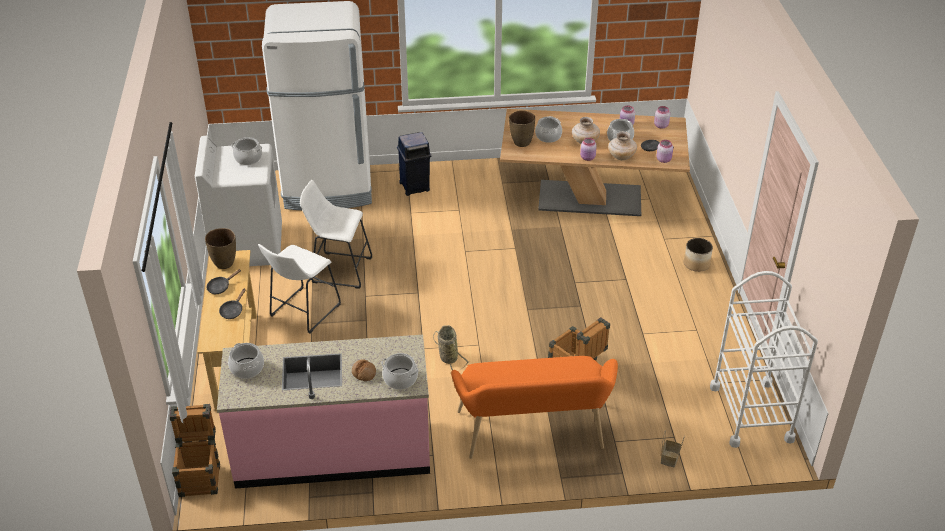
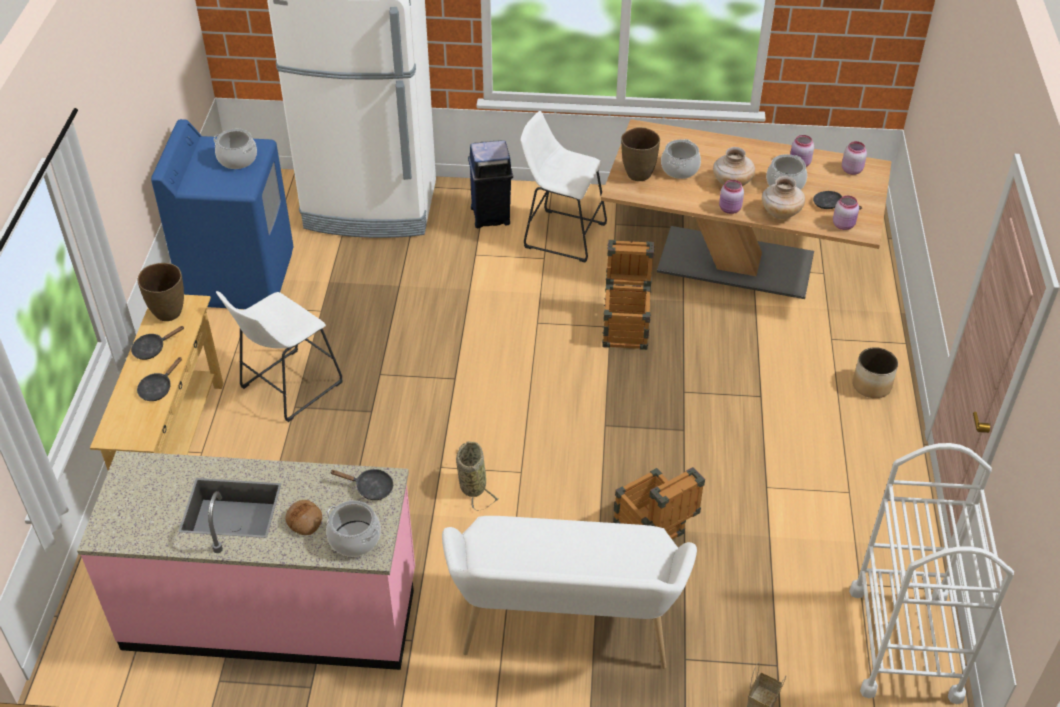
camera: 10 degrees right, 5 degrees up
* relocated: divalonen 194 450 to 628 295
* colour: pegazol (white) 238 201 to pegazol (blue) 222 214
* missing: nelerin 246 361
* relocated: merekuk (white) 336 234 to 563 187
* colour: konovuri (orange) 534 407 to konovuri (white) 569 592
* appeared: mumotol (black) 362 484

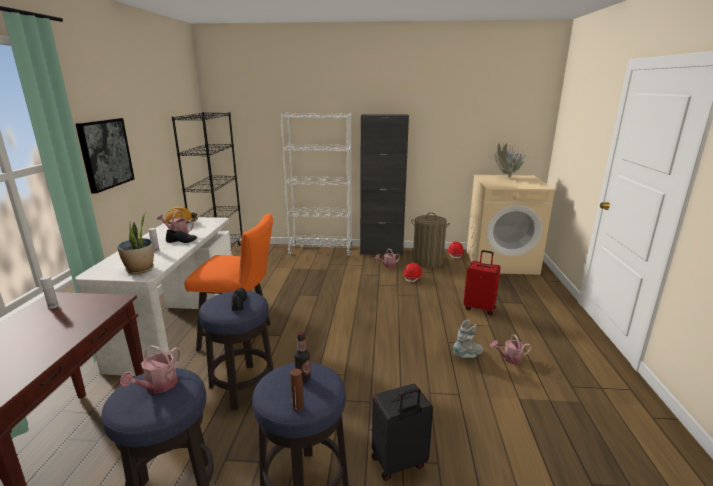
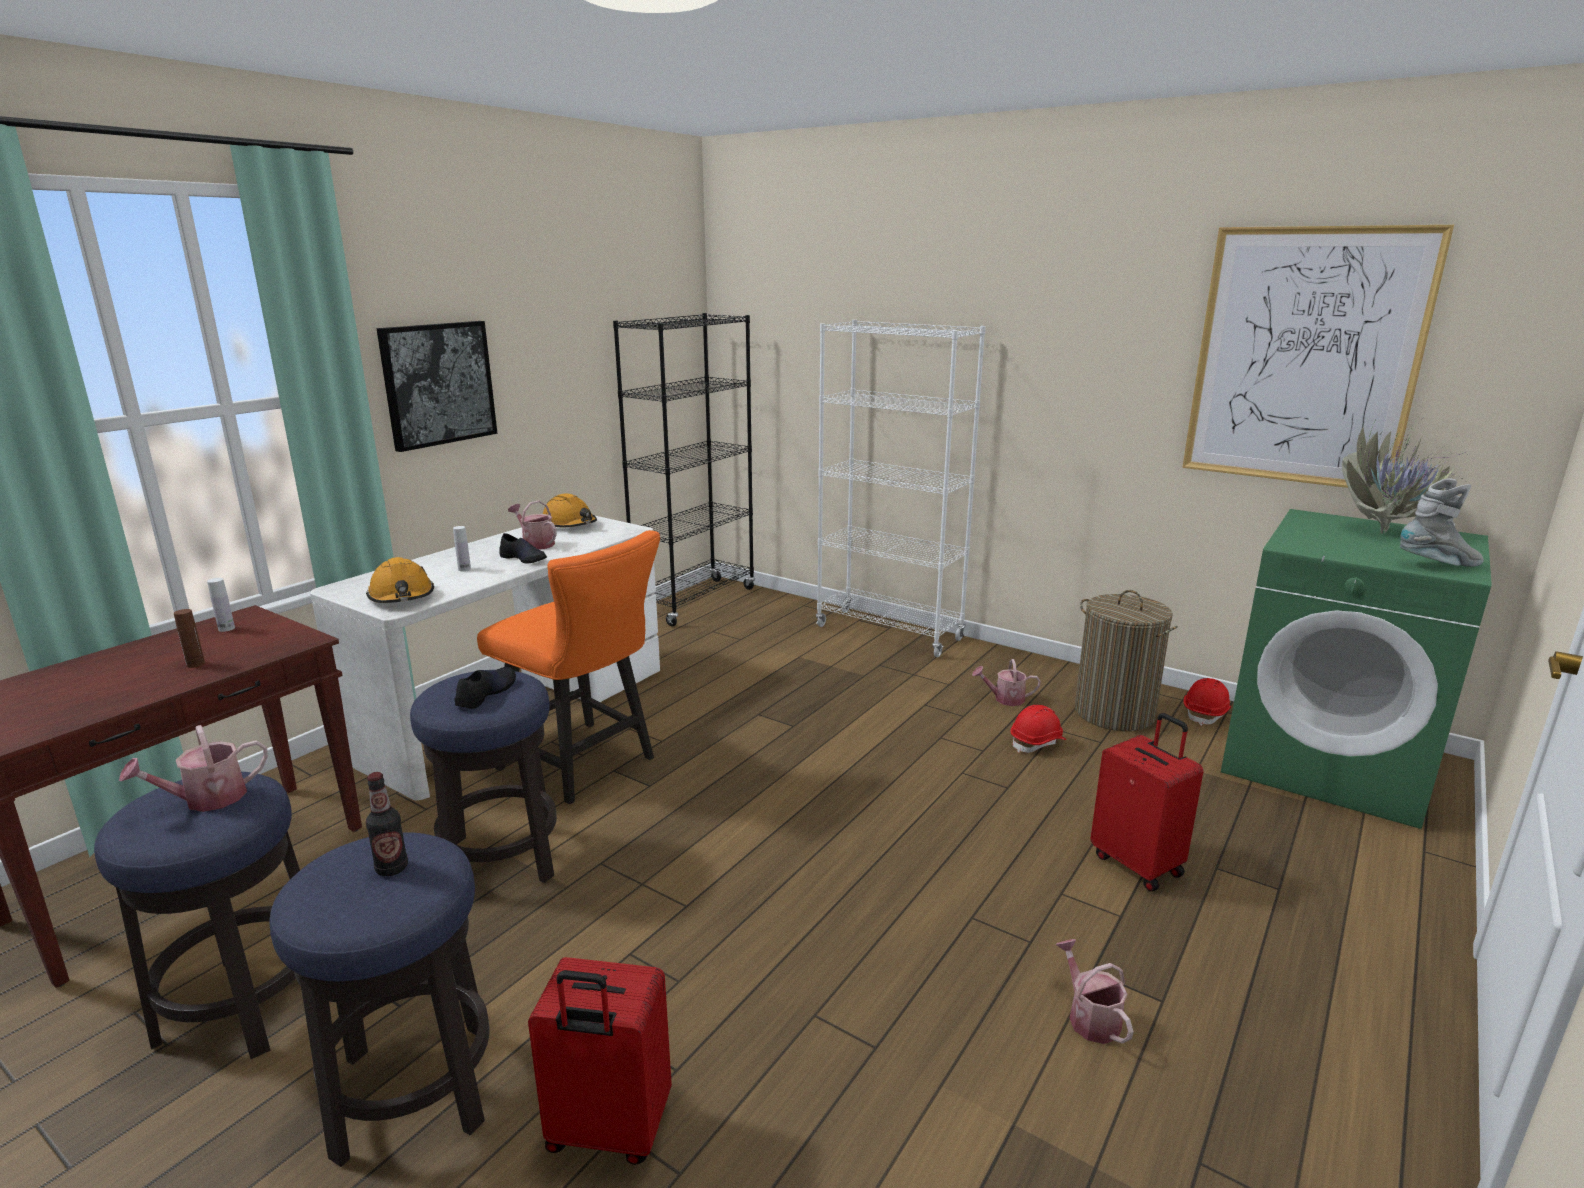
camera: 30 degrees right, 0 degrees up
* exchanged: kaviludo 135 243 to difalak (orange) 400 580
* relocated: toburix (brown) 297 390 to 189 638
* missing: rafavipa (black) 384 185
* colour: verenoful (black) 402 432 to verenoful (red) 600 1061
* relocated: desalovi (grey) 468 338 to 1442 523
* colour: pegazol (beige) 511 225 to pegazol (green) 1356 669
* spun: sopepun 511 349 = 1094 991 45 degrees clockwise
* appeared: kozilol 1318 356

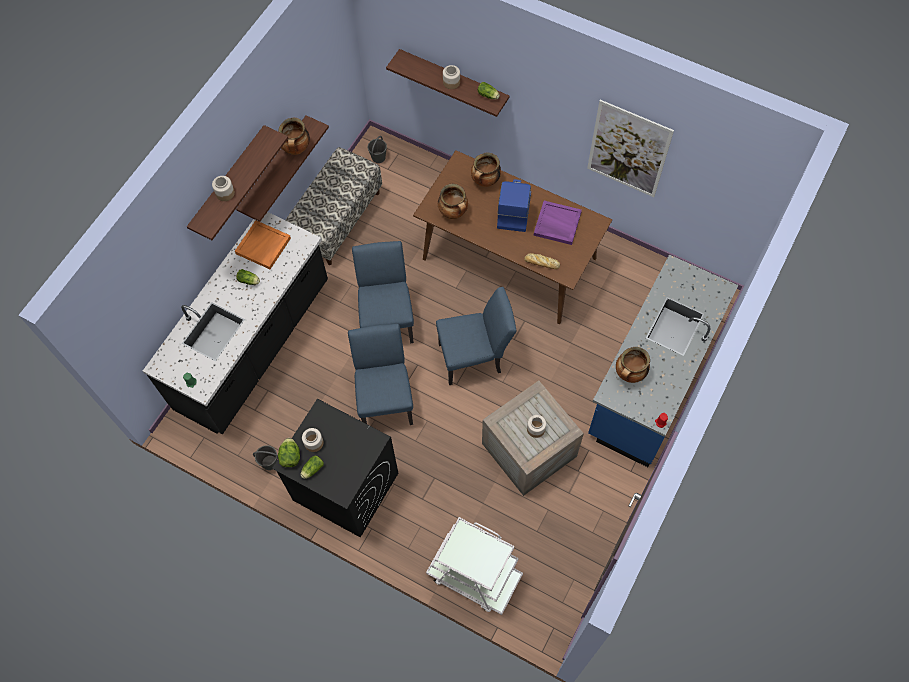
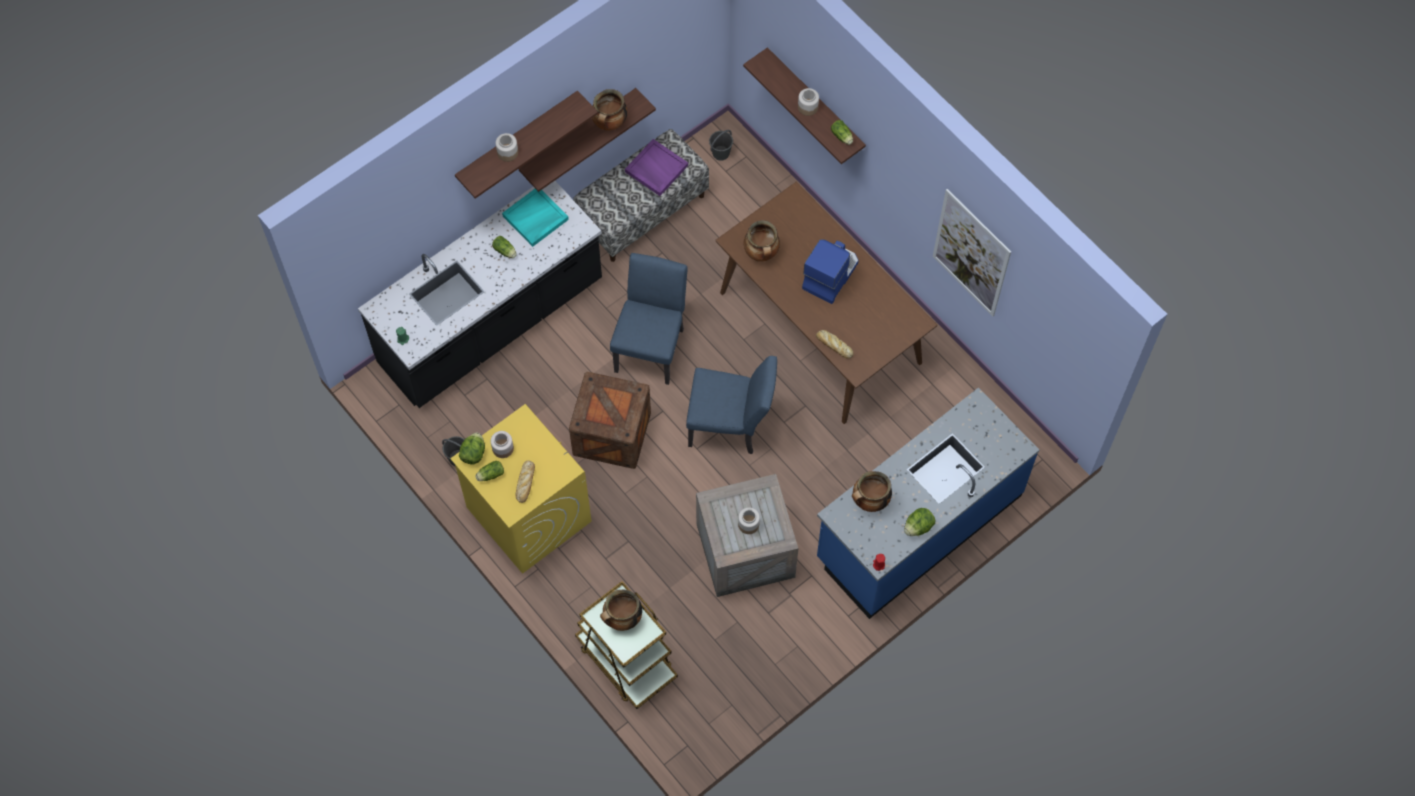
camera: 20 degrees right, 0 degrees up
* colour: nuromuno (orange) 263 244 to nuromuno (turquoise) 535 218
* colour: pegazol (black) 335 468 to pegazol (yellow) 520 489
* exchanged: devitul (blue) 380 374 to divalonen 610 420
* colour: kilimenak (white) 474 566 to kilimenak (brown) 626 645
* relocated: nelerin 486 169 to 621 610
* relocated: nuromuno (purple) 558 223 to 656 167
* appeared: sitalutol 525 481
* appeared: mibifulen 919 522

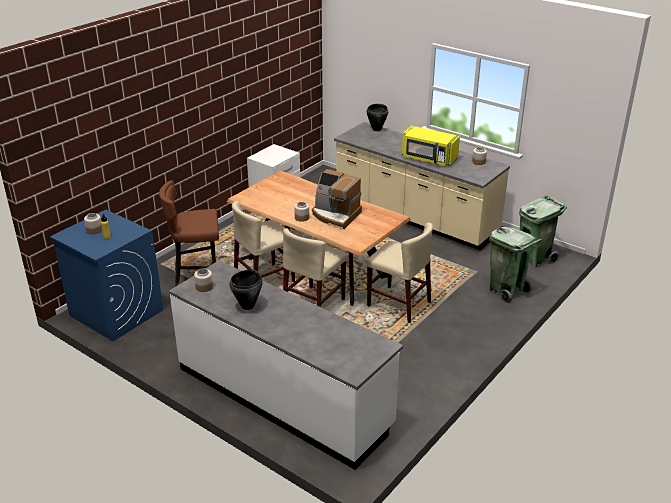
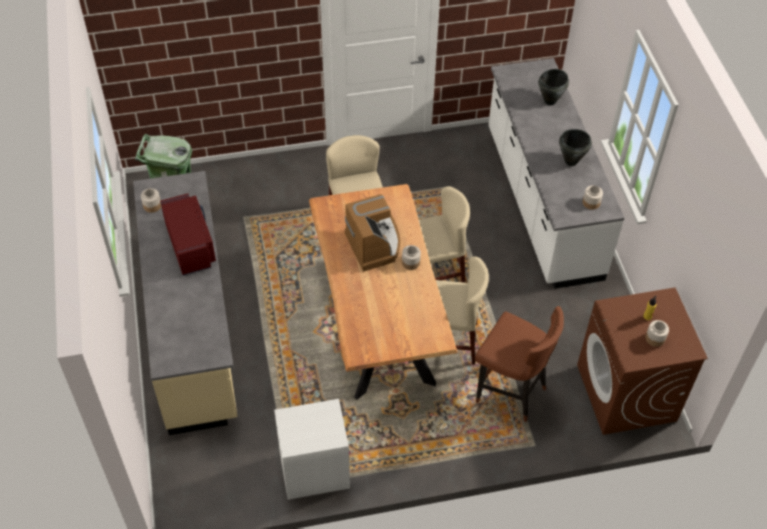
camera: 140 degrees left, 20 degrees up
* colour: pegazol (blue) 106 275 to pegazol (brown) 642 361
* relocated: nelerin (black) 377 117 to 553 87
* colour: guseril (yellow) 431 146 to guseril (red) 188 235
* missing: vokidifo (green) 515 265

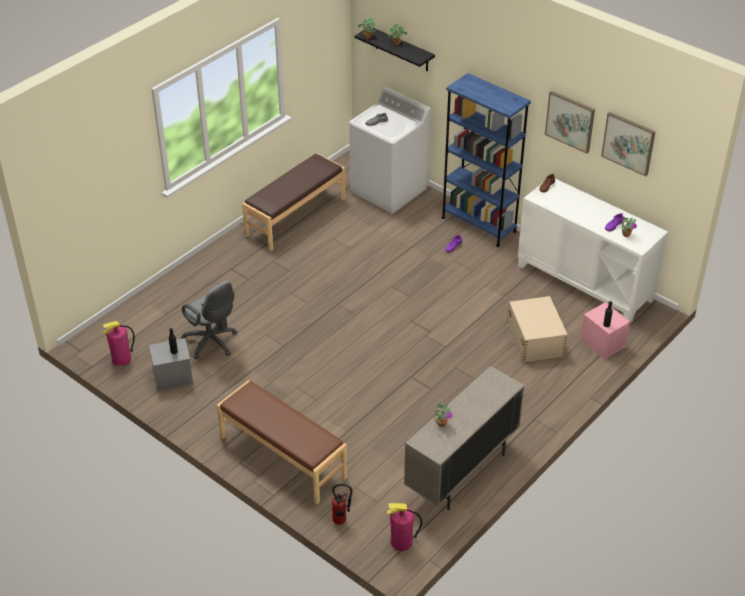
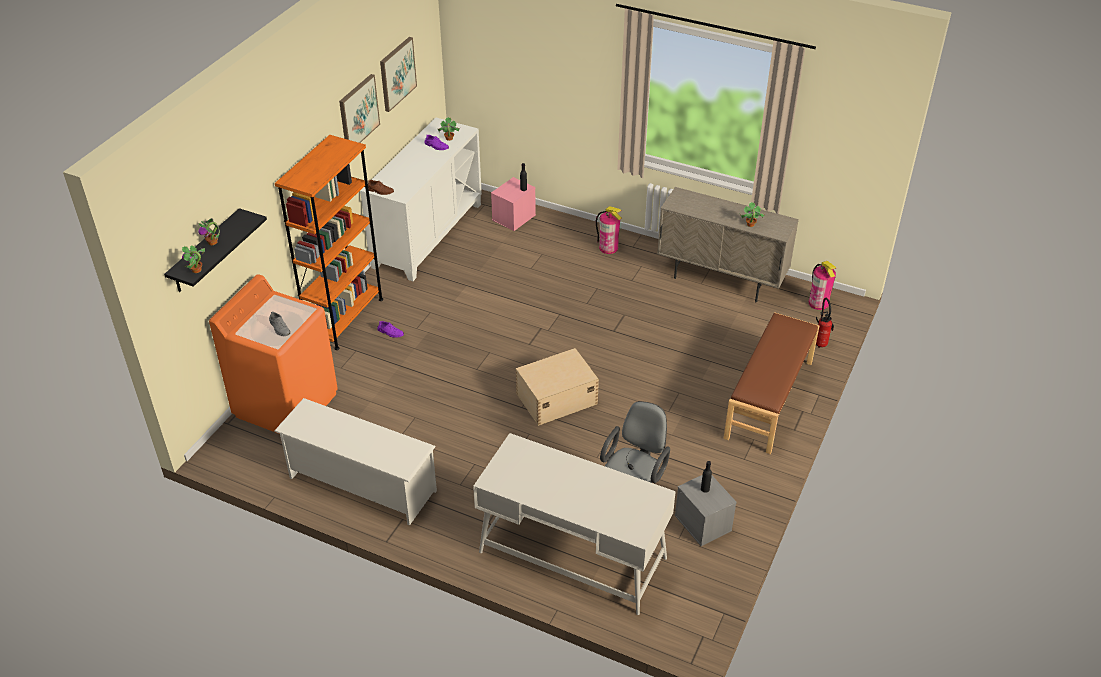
camera: 105 degrees left, 0 degrees up
* relocated: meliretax 119 343 to 609 230
* exchanged: konovuri (brown) 293 202 to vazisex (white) 355 461
* colour: pegazol (white) 390 150 to pegazol (orange) 273 354
* colour: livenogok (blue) 486 160 to livenogok (orange) 329 242
* relocated: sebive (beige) 537 329 to 557 387
* appeared: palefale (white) 574 524

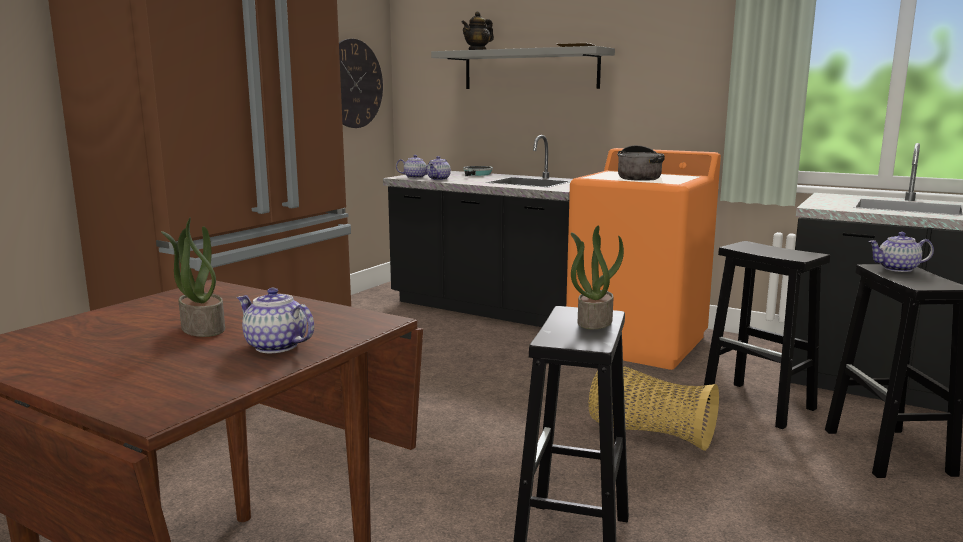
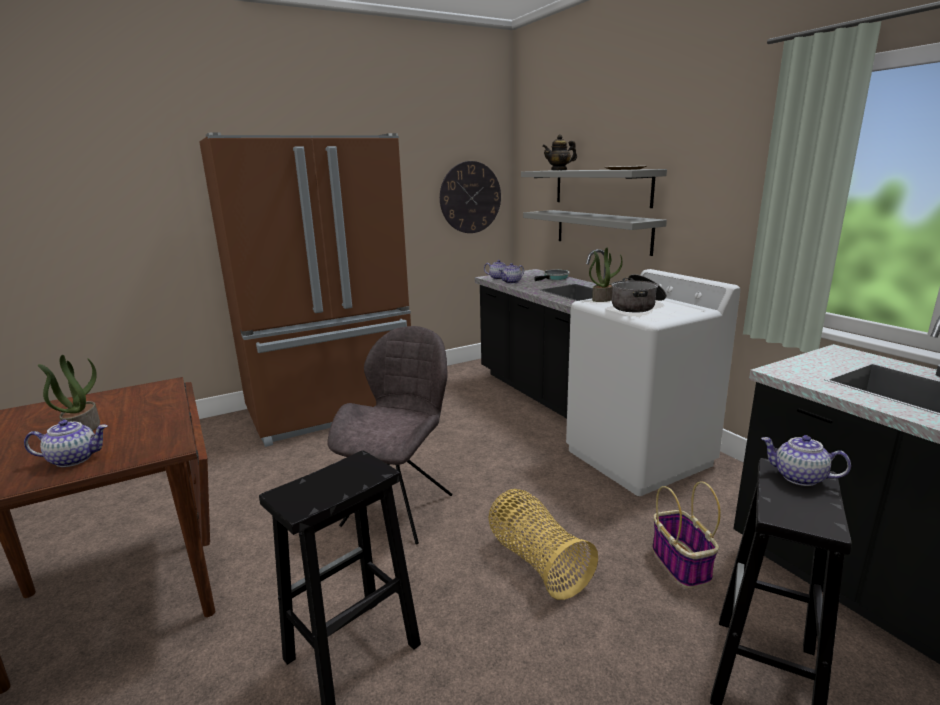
camera: 30 degrees right, 5 degrees up
* spun: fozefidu 275 320 = 65 443 105 degrees clockwise
* colour: pegazol (orange) 643 259 to pegazol (white) 653 382
* relocated: kaviludo 597 277 to 606 275
* exchanged: merekuk (black) 766 335 to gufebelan 686 534
* appeared: devitul (grey) 389 435
* appeared: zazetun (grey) 595 233

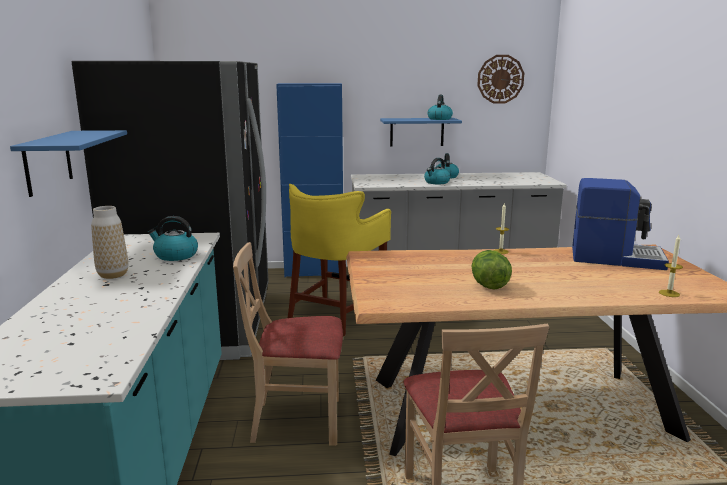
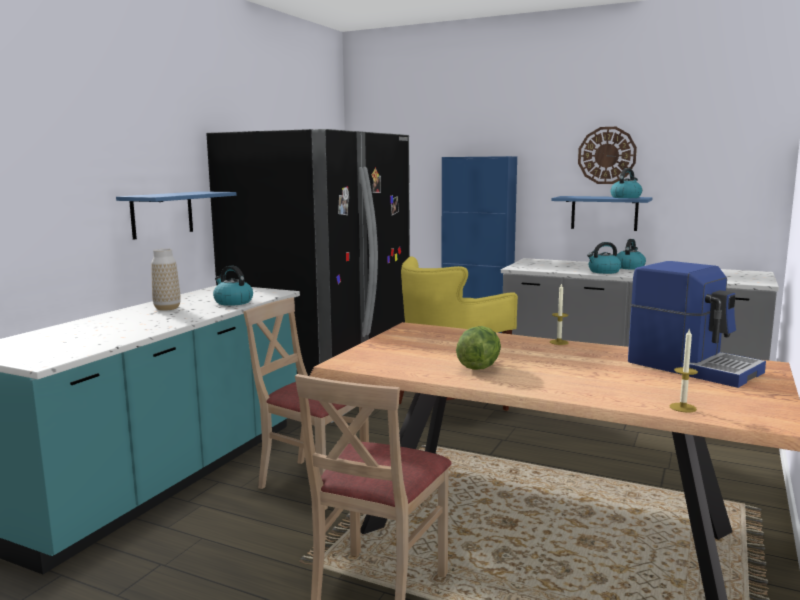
camera: 30 degrees right, 5 degrees down
* relocated: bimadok 500 79 to 607 155

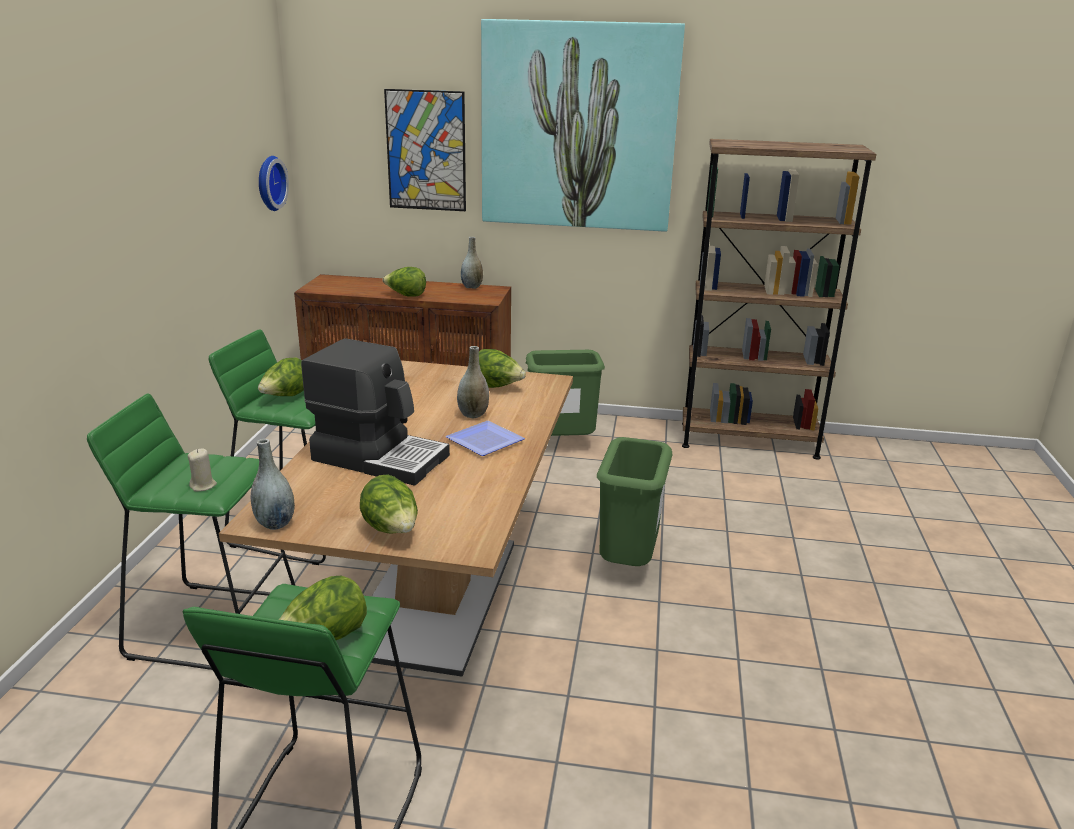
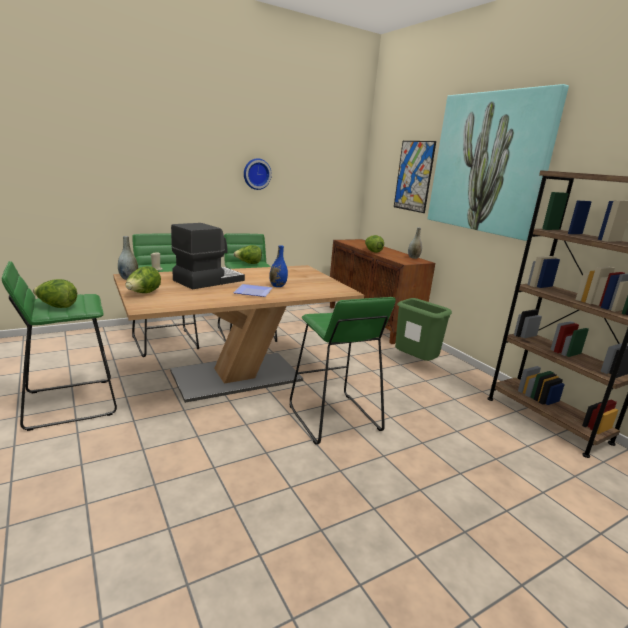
camera: 50 degrees right, 5 degrees down
* relocated: bimadok 274 183 to 258 174
* spun: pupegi 375 412 = 208 256 120 degrees counterclockwise
* colour: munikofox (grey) 473 382 to munikofox (blue) 278 266
* missing: mibifulen 502 368
* exchanged: vokidifo (green) 635 501 to merekuk (green) 343 371

